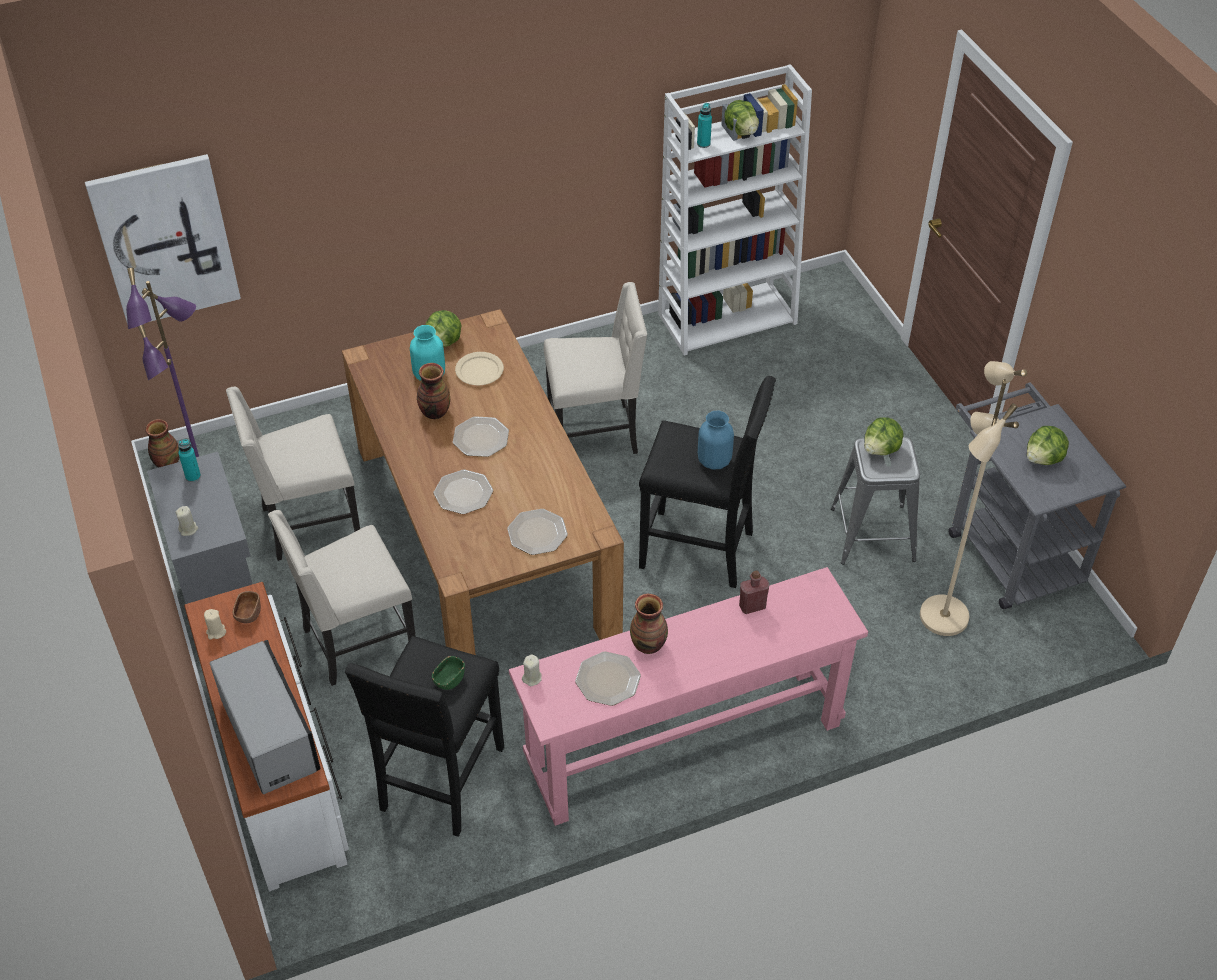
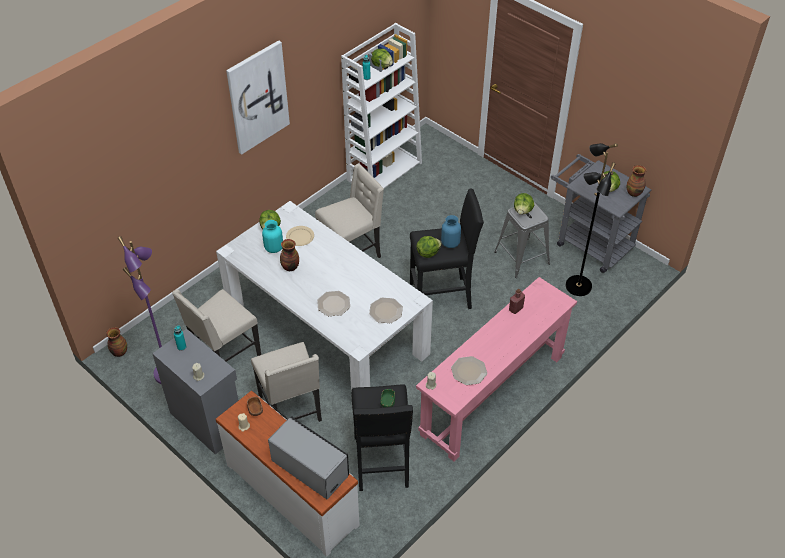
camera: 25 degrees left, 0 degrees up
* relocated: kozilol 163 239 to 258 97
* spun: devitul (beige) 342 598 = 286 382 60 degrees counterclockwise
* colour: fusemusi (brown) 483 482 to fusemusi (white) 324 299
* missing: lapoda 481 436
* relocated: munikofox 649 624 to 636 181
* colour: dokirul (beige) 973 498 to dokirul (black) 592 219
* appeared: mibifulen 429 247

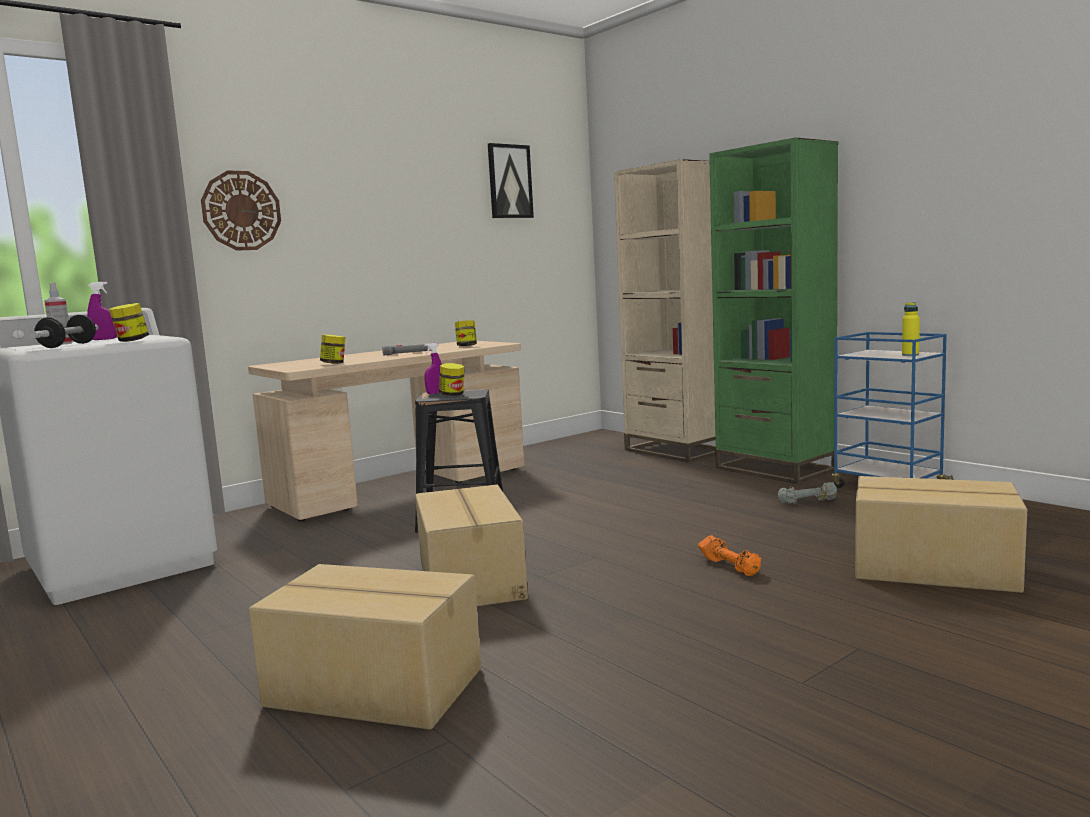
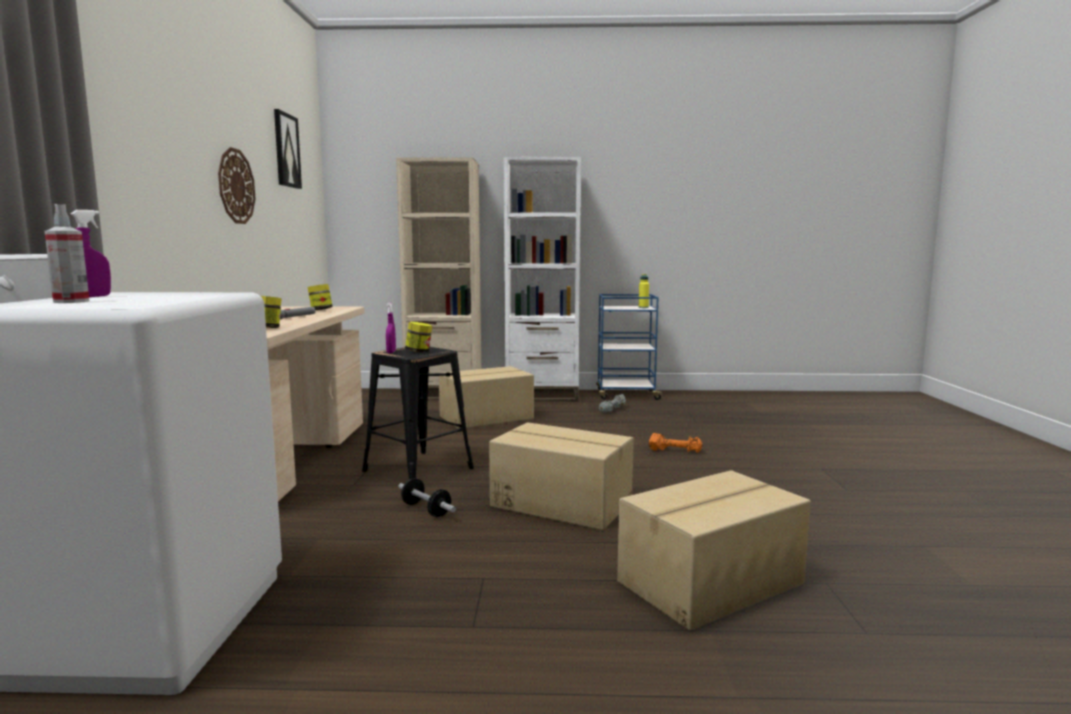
camera: 50 degrees left, 0 degrees up
* relocated: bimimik 64 331 to 427 497
* missing: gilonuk 129 322
* relocated: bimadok 241 210 to 236 185
* colour: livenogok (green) 773 310 to livenogok (white) 542 279
* relocated: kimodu 941 534 to 486 397

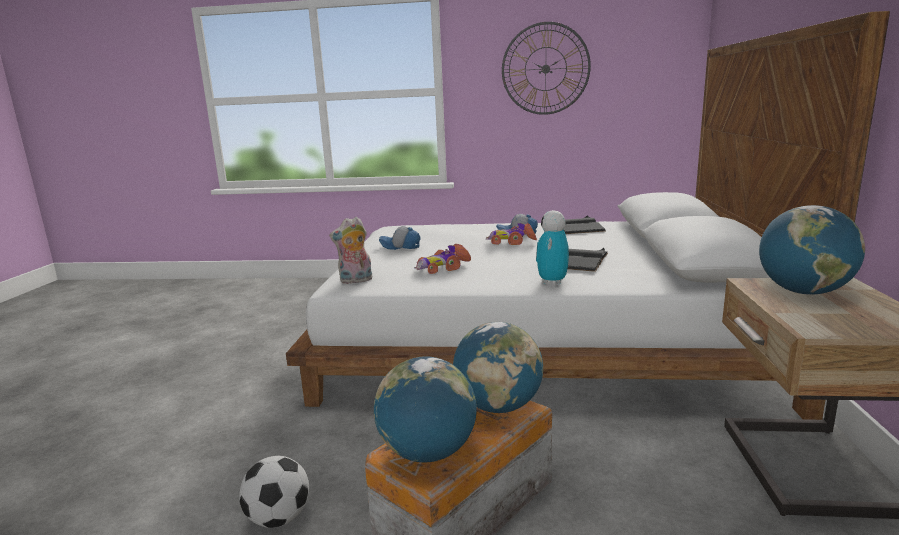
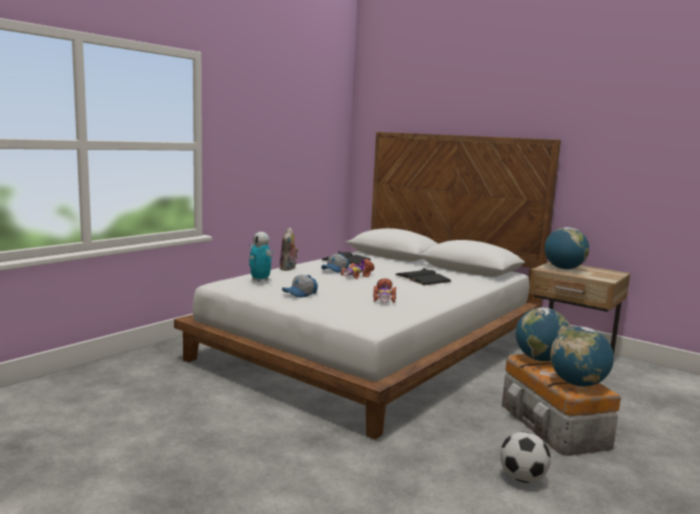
camera: 60 degrees left, 5 degrees down
* relocated: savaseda 350 250 to 289 249
* missing: bimadok 546 68
* relocated: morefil 552 247 to 261 257

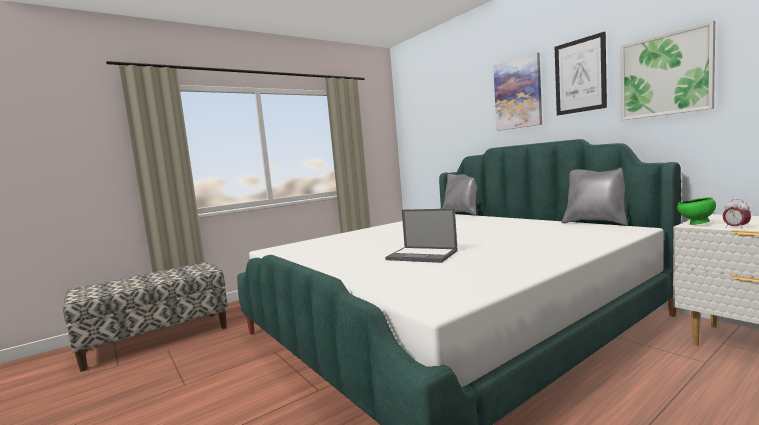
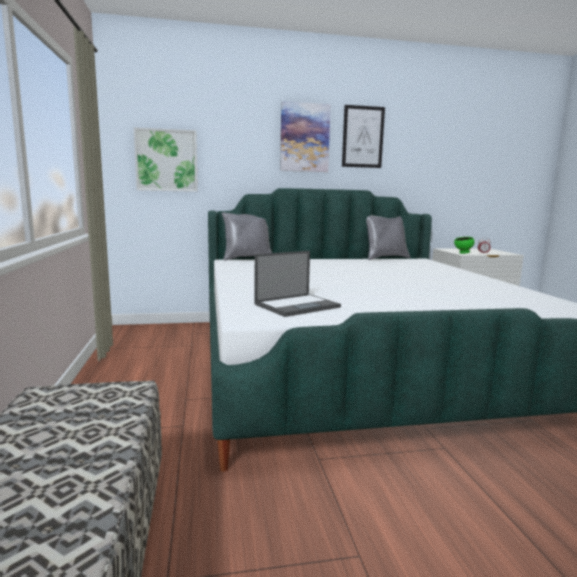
camera: 65 degrees left, 5 degrees up
* relocated: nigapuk 421 235 to 297 284
* relocated: kozilol 667 70 to 166 159

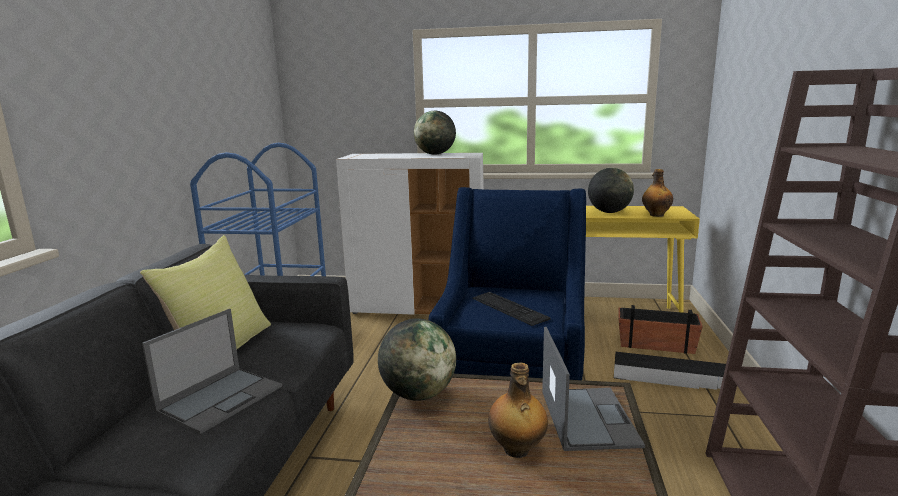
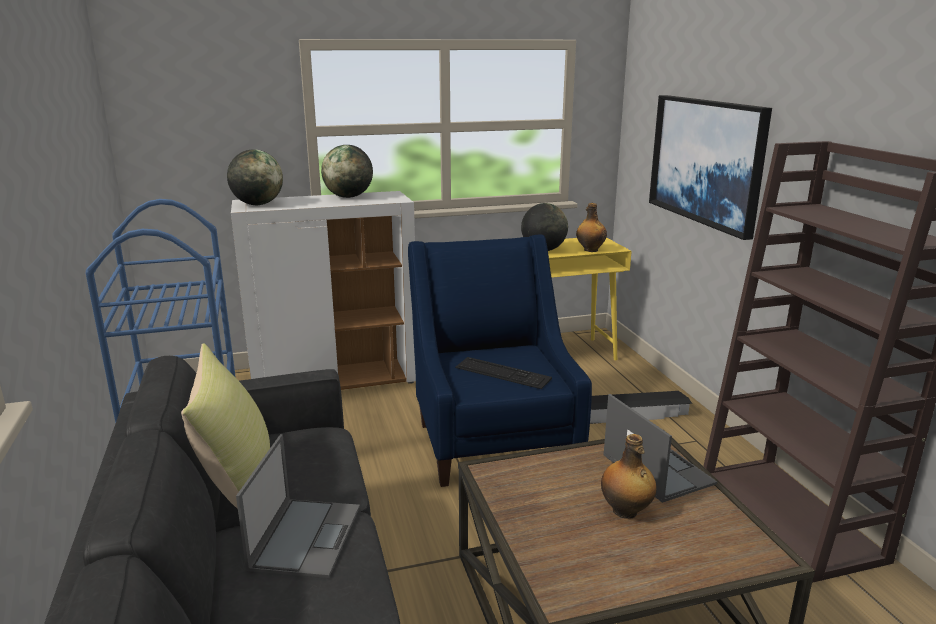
camera: 25 degrees left, 5 degrees up
* relocated: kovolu 417 359 to 255 177
* missing: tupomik 660 329
* appeared: kozilol 710 167

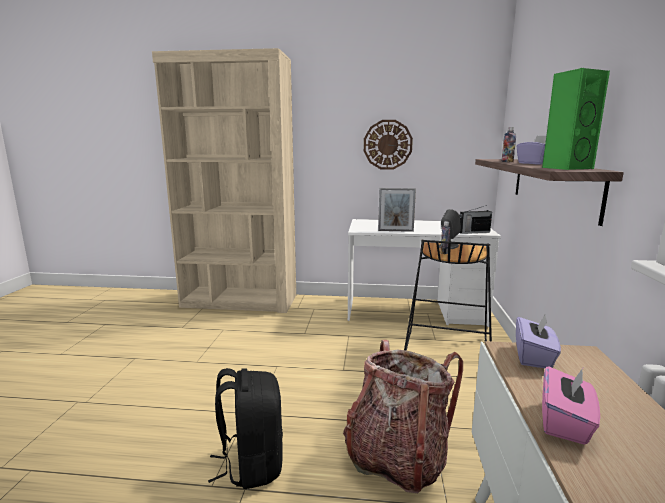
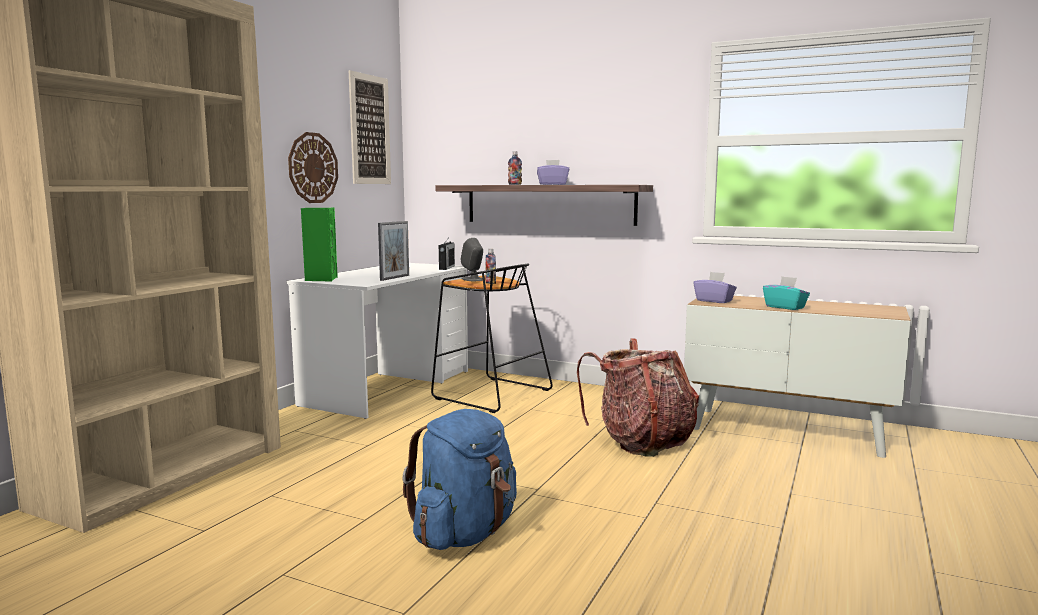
camera: 70 degrees left, 5 degrees down
* missing: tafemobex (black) 245 428
* relocated: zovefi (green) 576 119 to 319 244
* colour: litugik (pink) 571 405 to litugik (turquoise) 786 293
* appeared: kozilol 370 127
* appeared: tafemobex (blue) 459 479

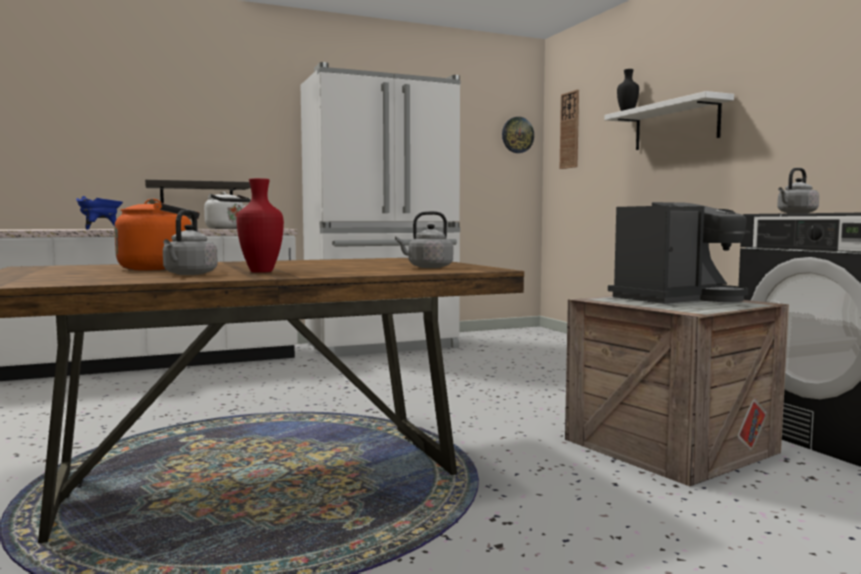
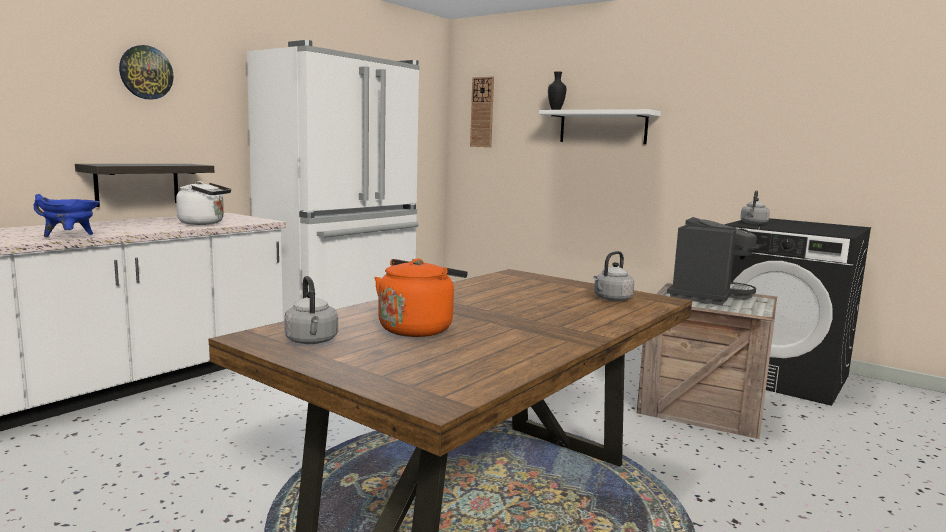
camera: 30 degrees left, 5 degrees up
* relocated: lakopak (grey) 190 242 to 311 310
* missing: munikofox (red) 260 225
* relocated: bimadok 518 135 to 146 72

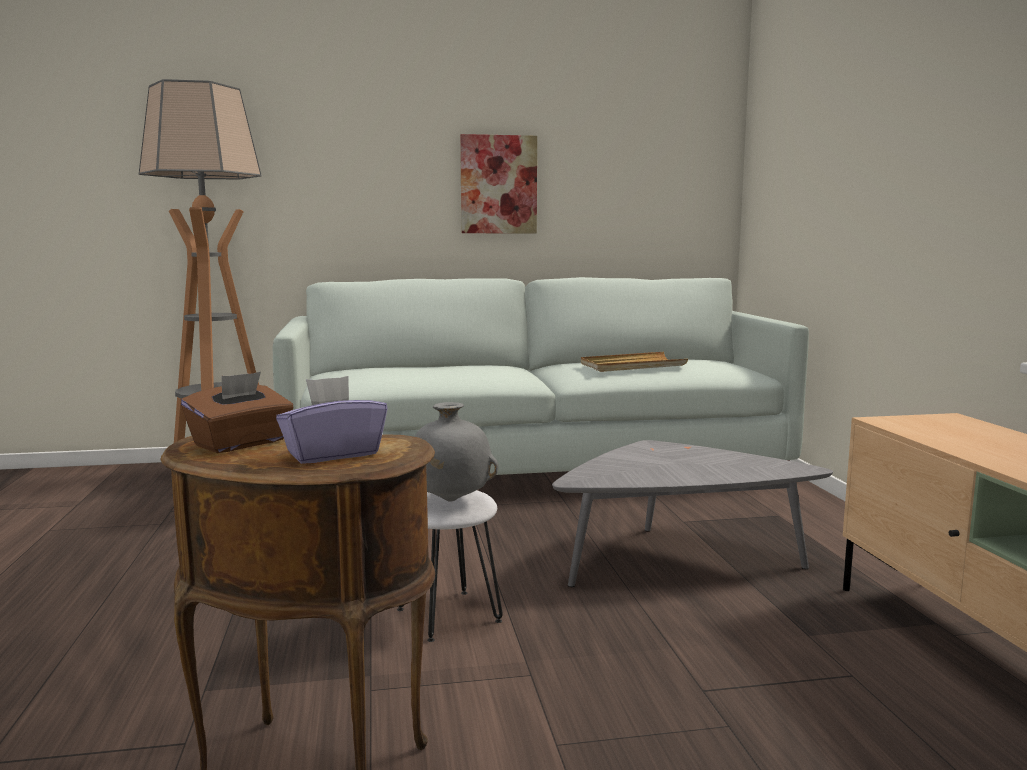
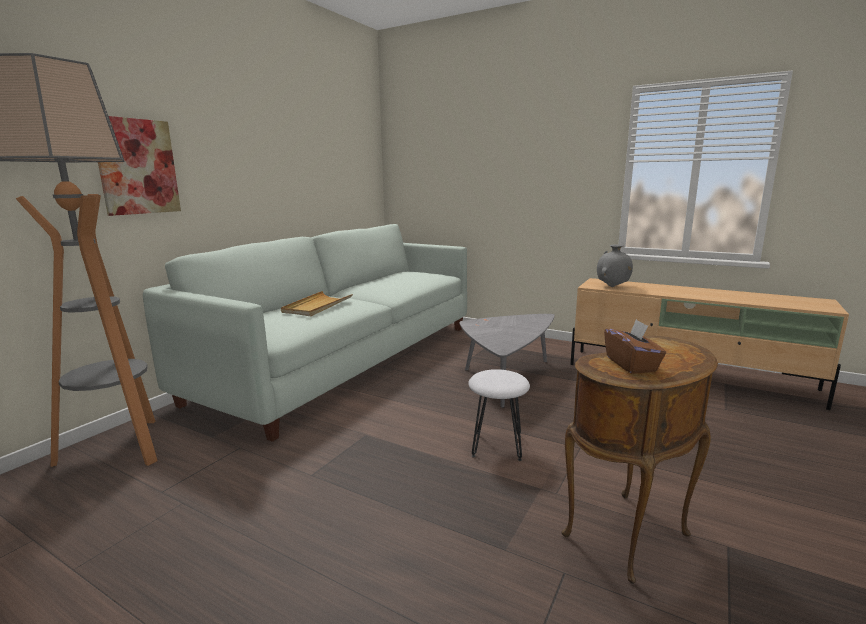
camera: 50 degrees left, 5 degrees up
* missing: litugik (purple) 331 420
* relocated: munikofox (grey) 456 452 to 615 265
* relocated: kozilol 498 183 to 139 166
* relocated: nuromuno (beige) 634 362 to 317 303

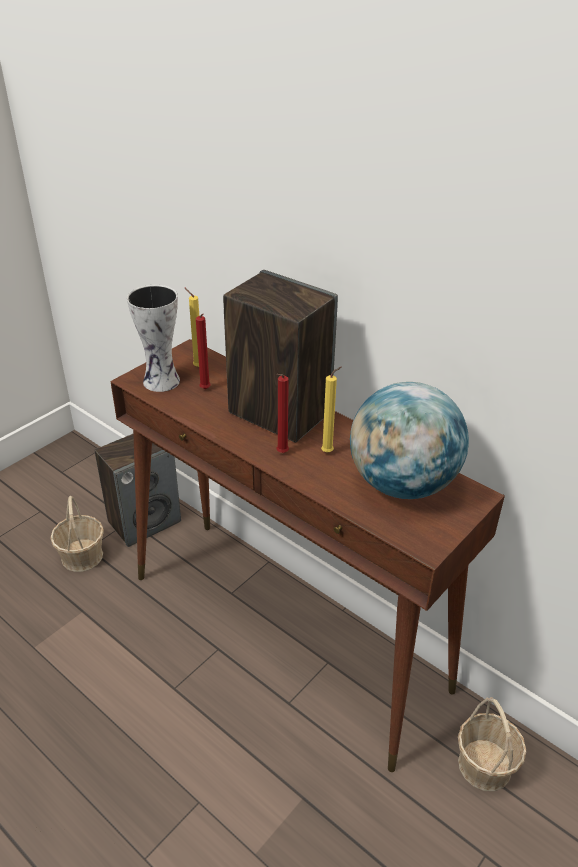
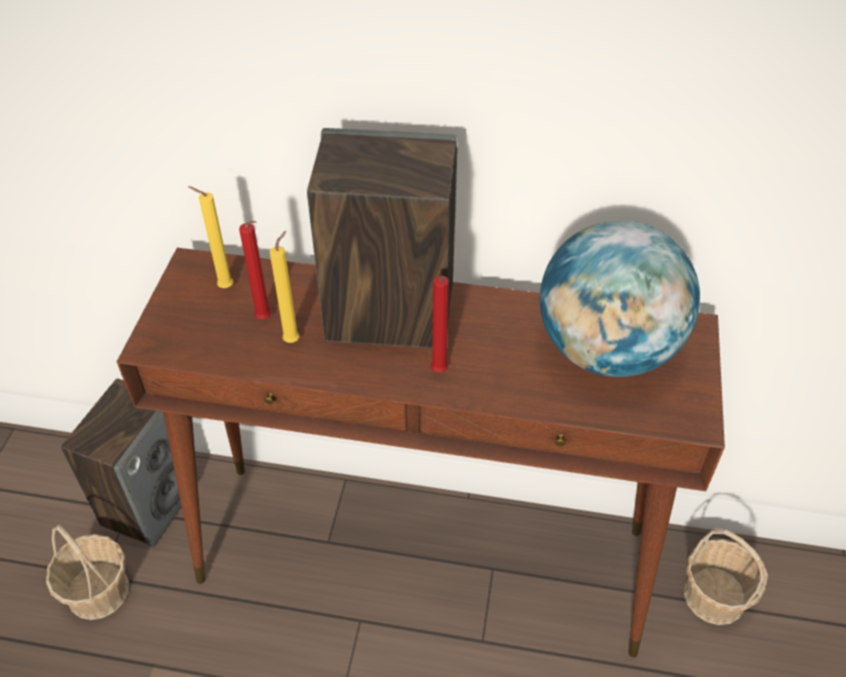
camera: 30 degrees left, 10 degrees up
* missing: munikofox 153 338
* relocated: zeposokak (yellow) 331 409 to 284 287

